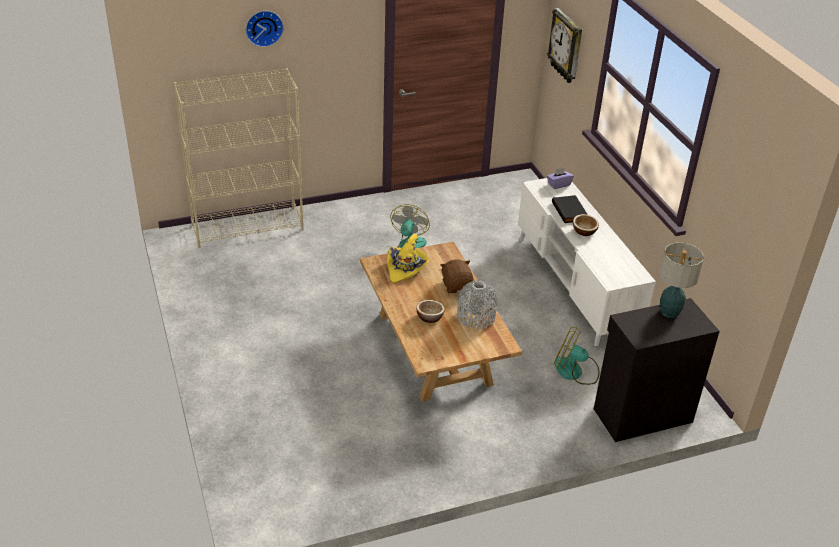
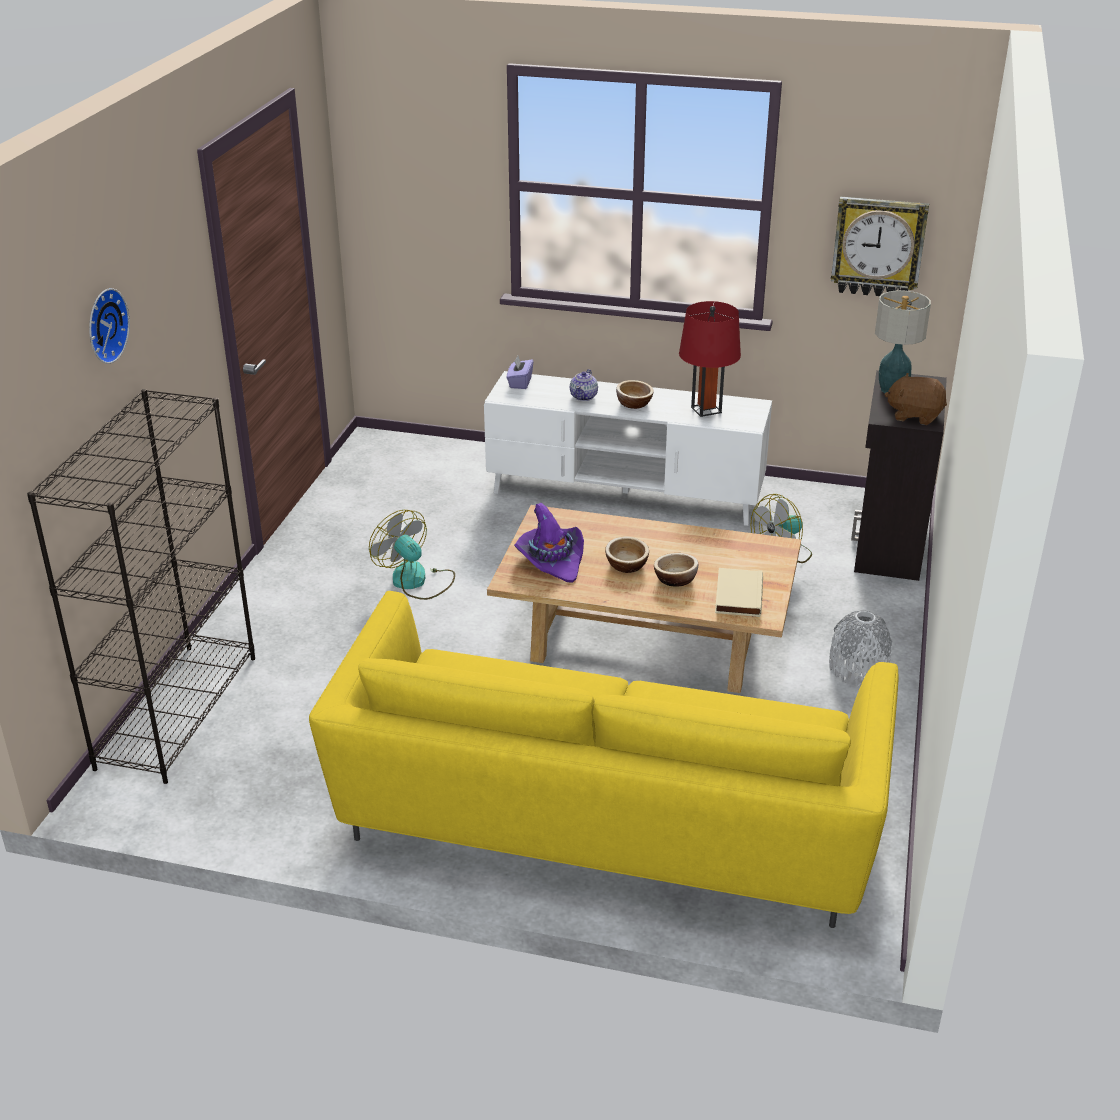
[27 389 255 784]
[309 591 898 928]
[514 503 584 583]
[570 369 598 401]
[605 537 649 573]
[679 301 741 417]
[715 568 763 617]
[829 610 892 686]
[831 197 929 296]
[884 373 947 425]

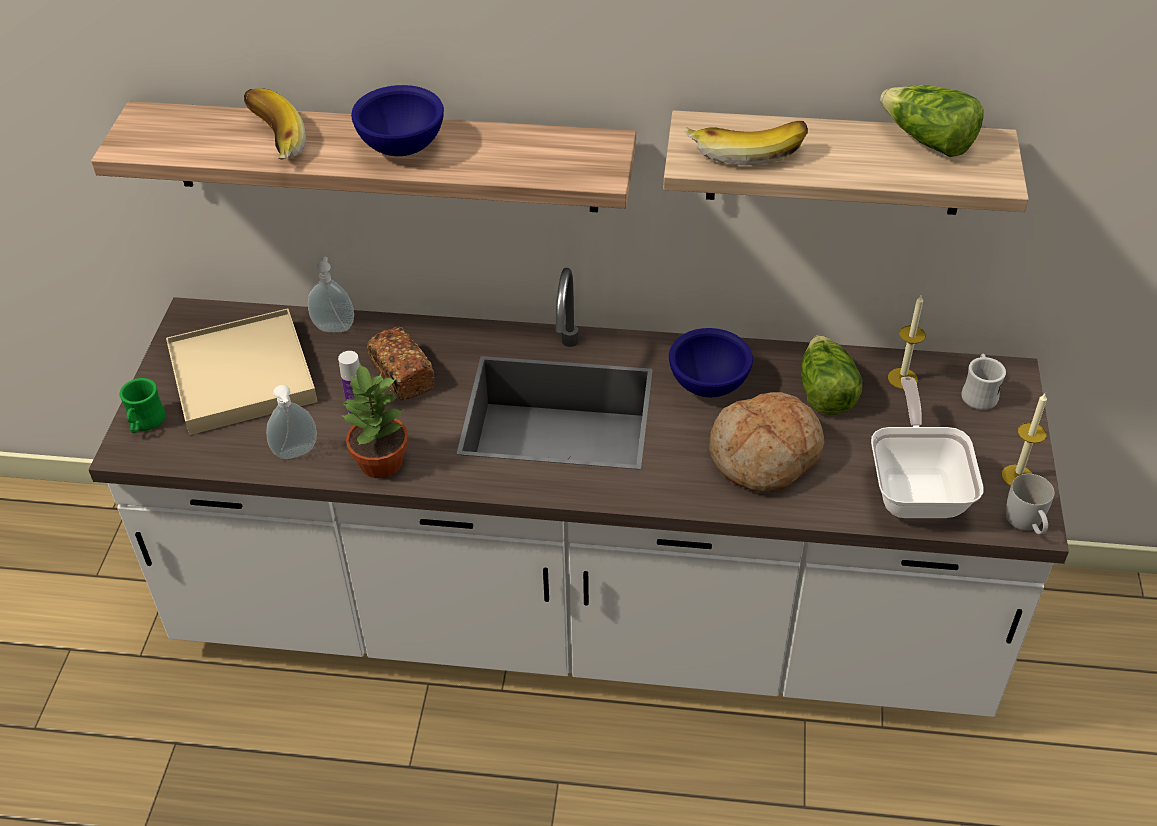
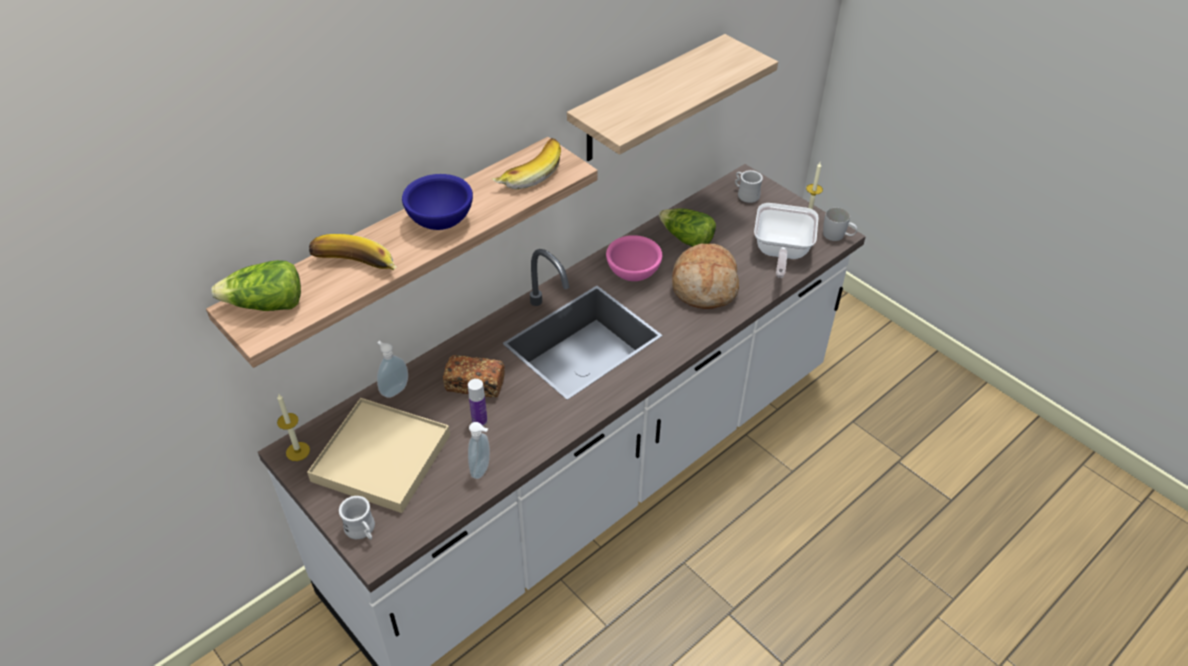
[211 260 301 311]
[277 393 310 461]
[339 496 375 540]
[492 138 561 189]
[606 235 662 281]
[754 203 819 278]
[341 364 409 478] (first image)

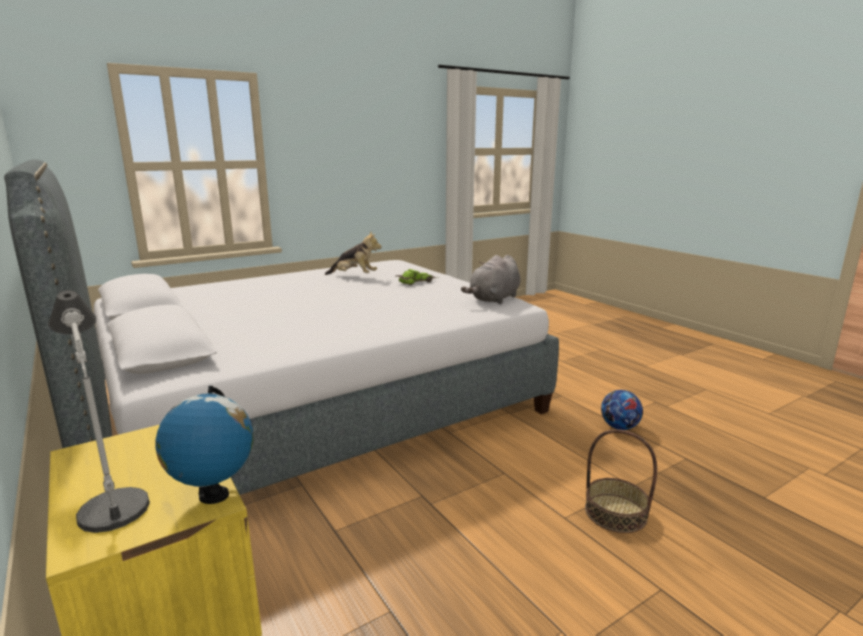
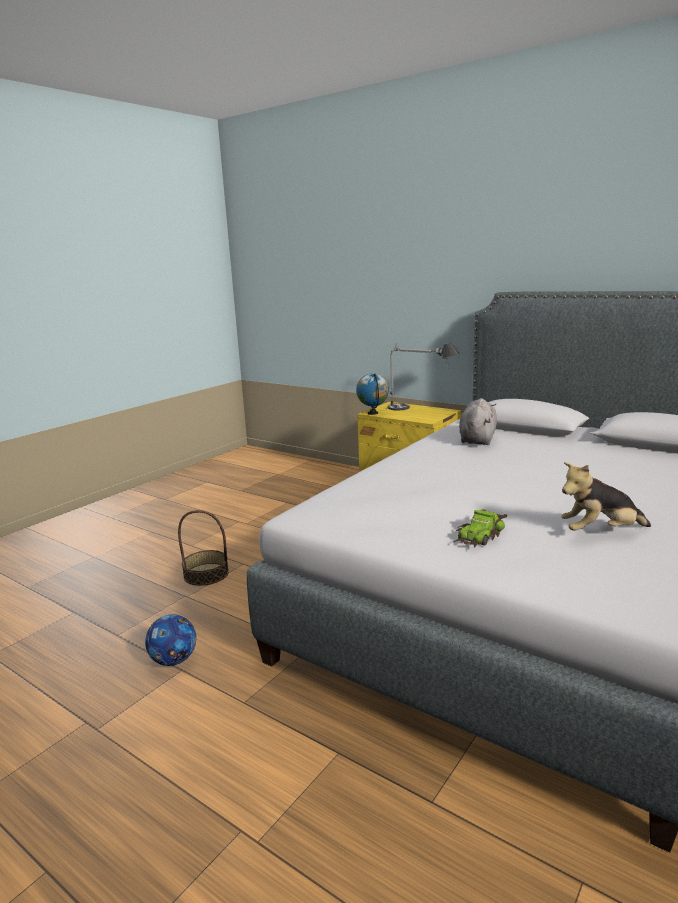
[459 398 497 445]

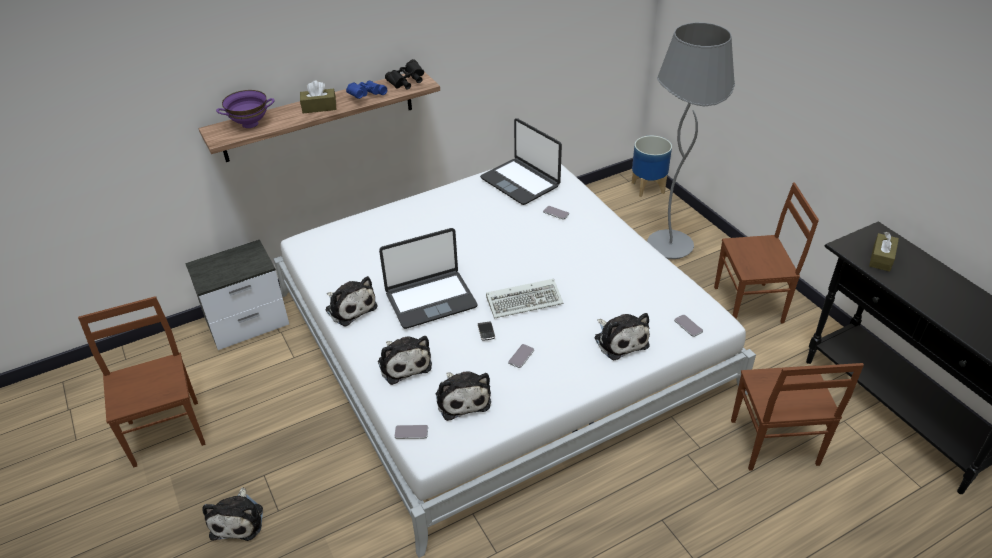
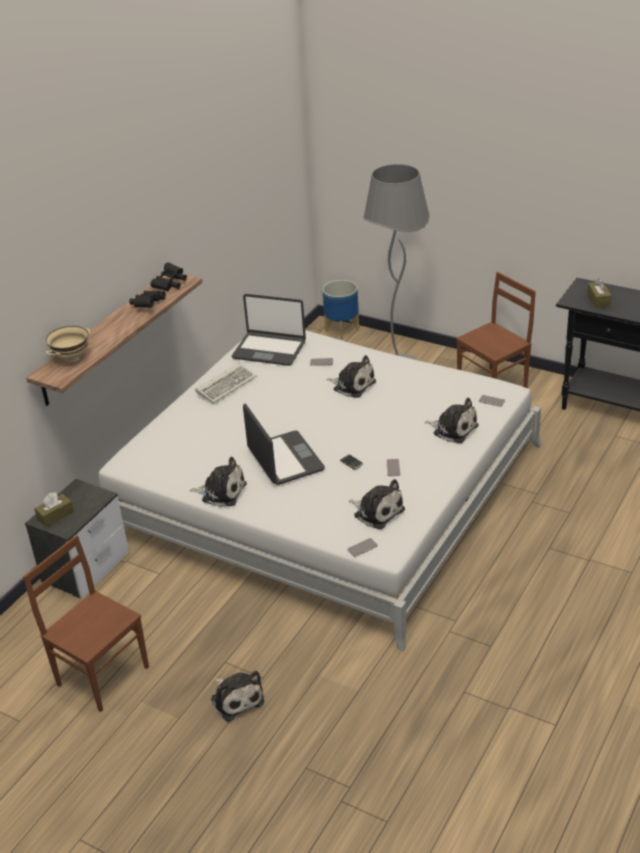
[34 492 74 527]
[46 326 90 363]
[129 291 166 308]
[195 362 257 403]
[243 404 325 485]
[326 355 376 398]
[731 363 864 471] (first image)

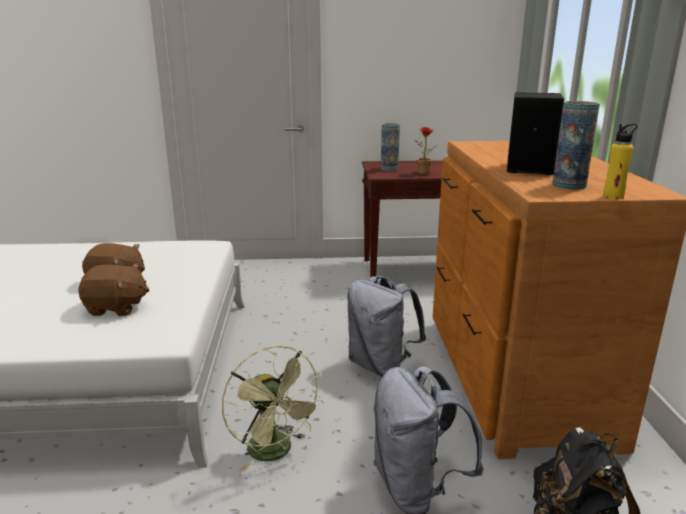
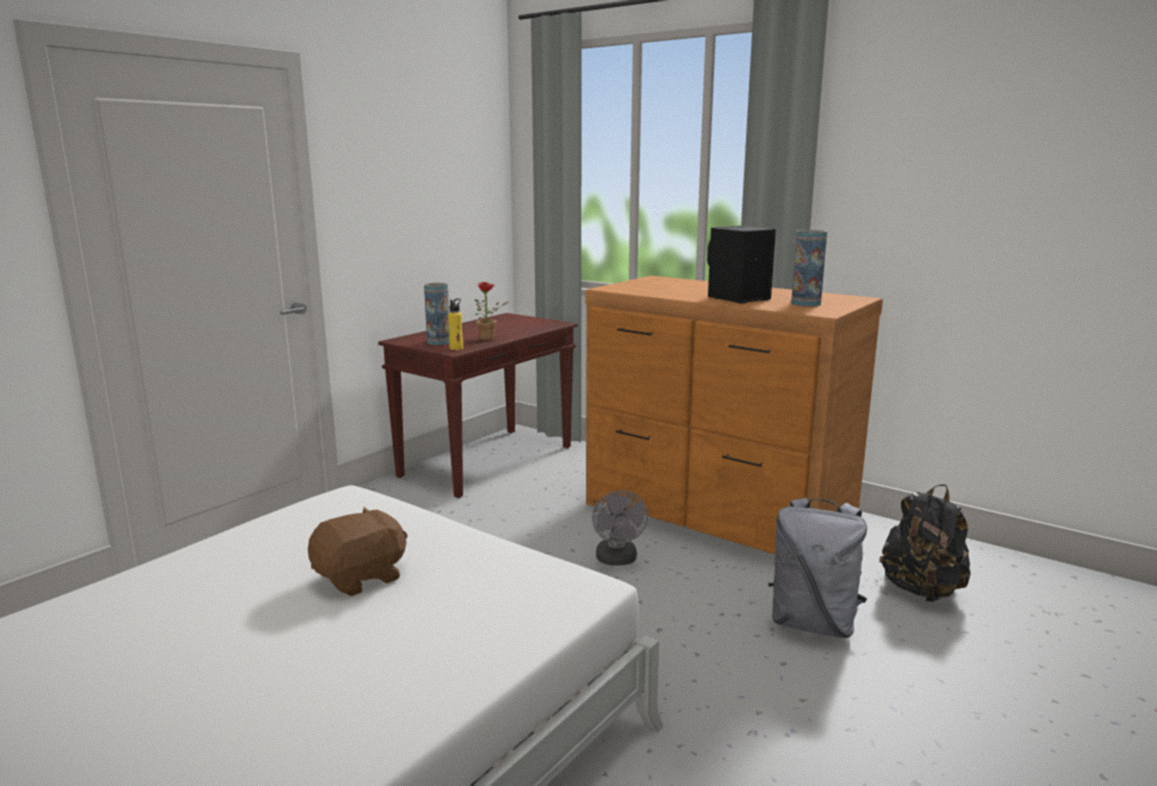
[448 298 463 350]
[592 490 648 566]
[78 264 149 316] (first image)
[222 345 325 472] (first image)

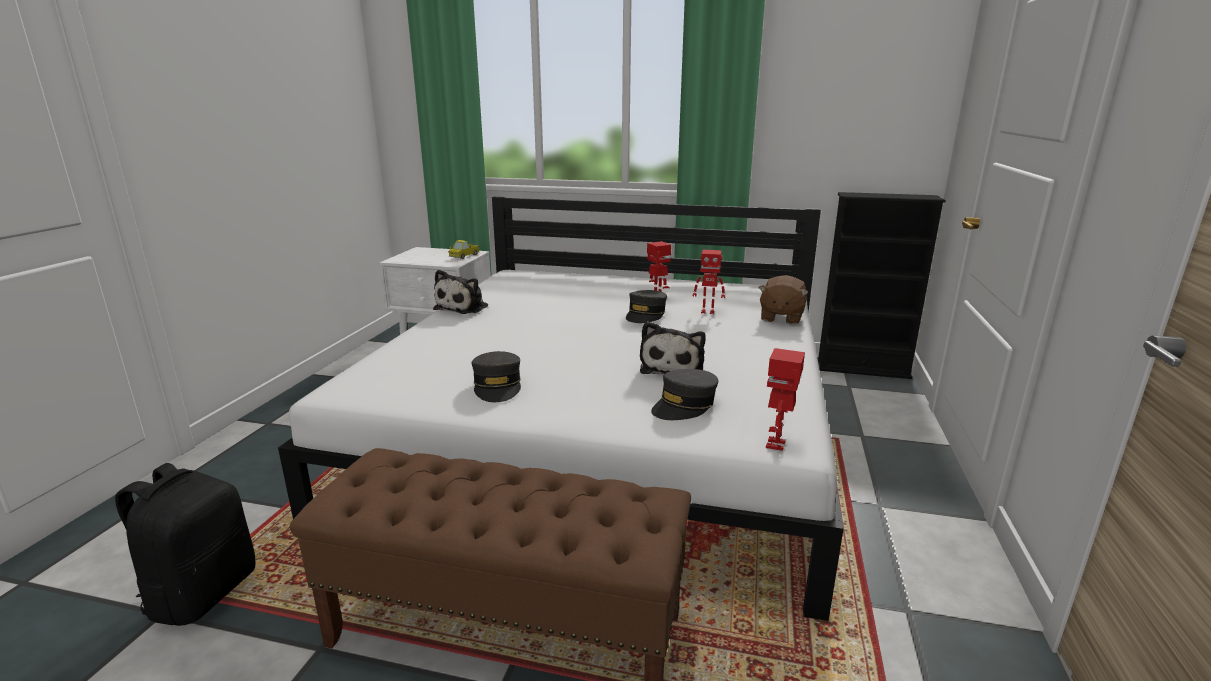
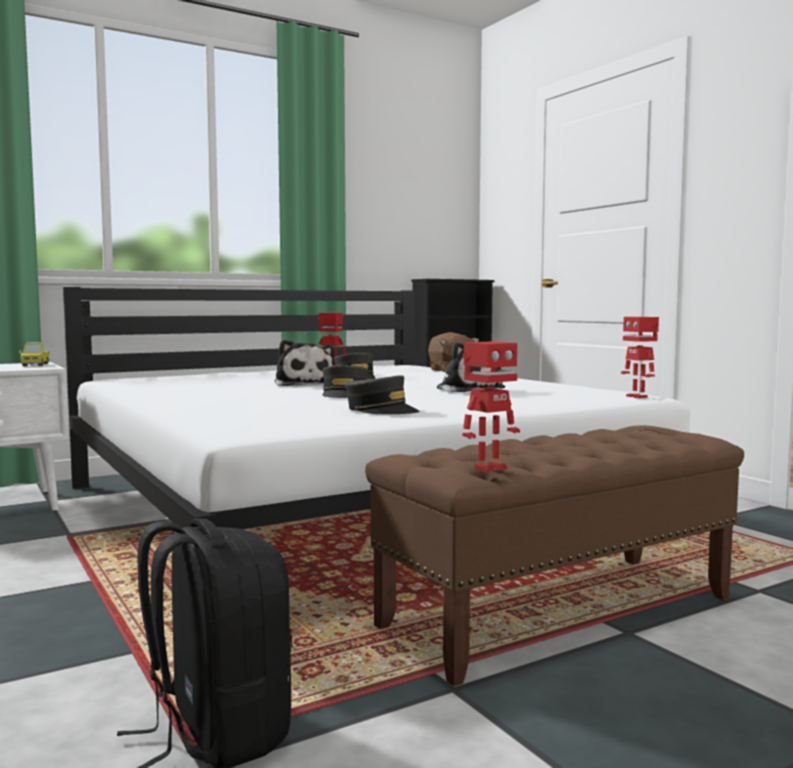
[275 340 335 386]
[322 365 369 398]
[463 341 520 472]

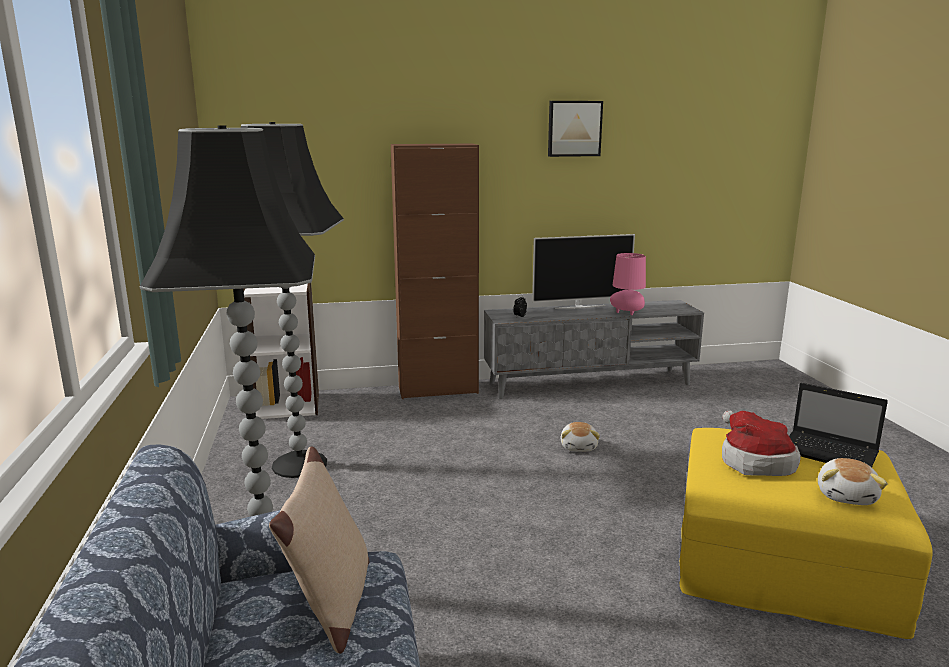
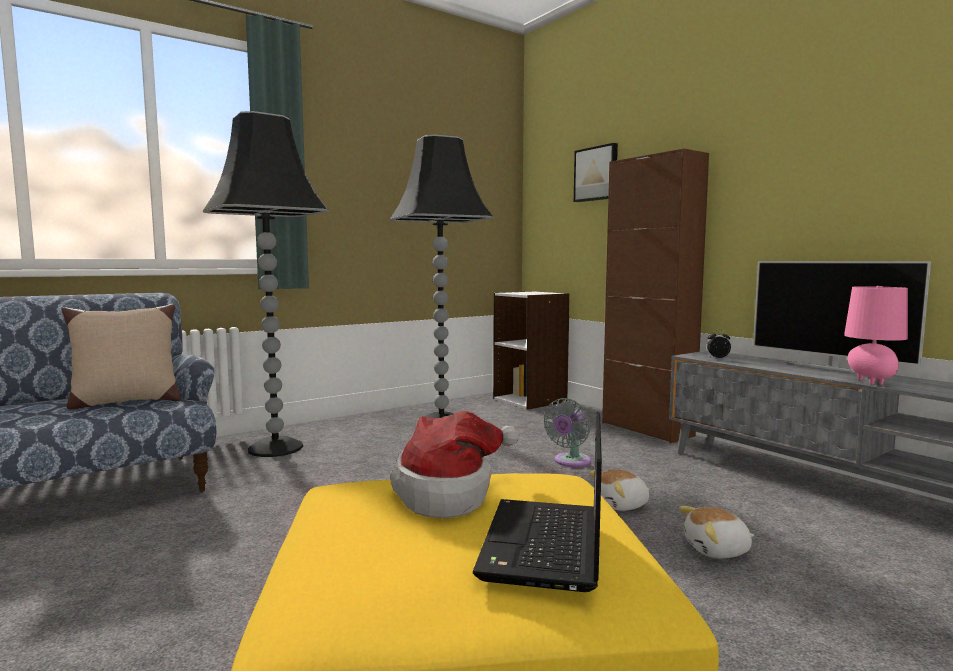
[543 398 591 467]
[574 143 618 202]
[679 506 754 558]

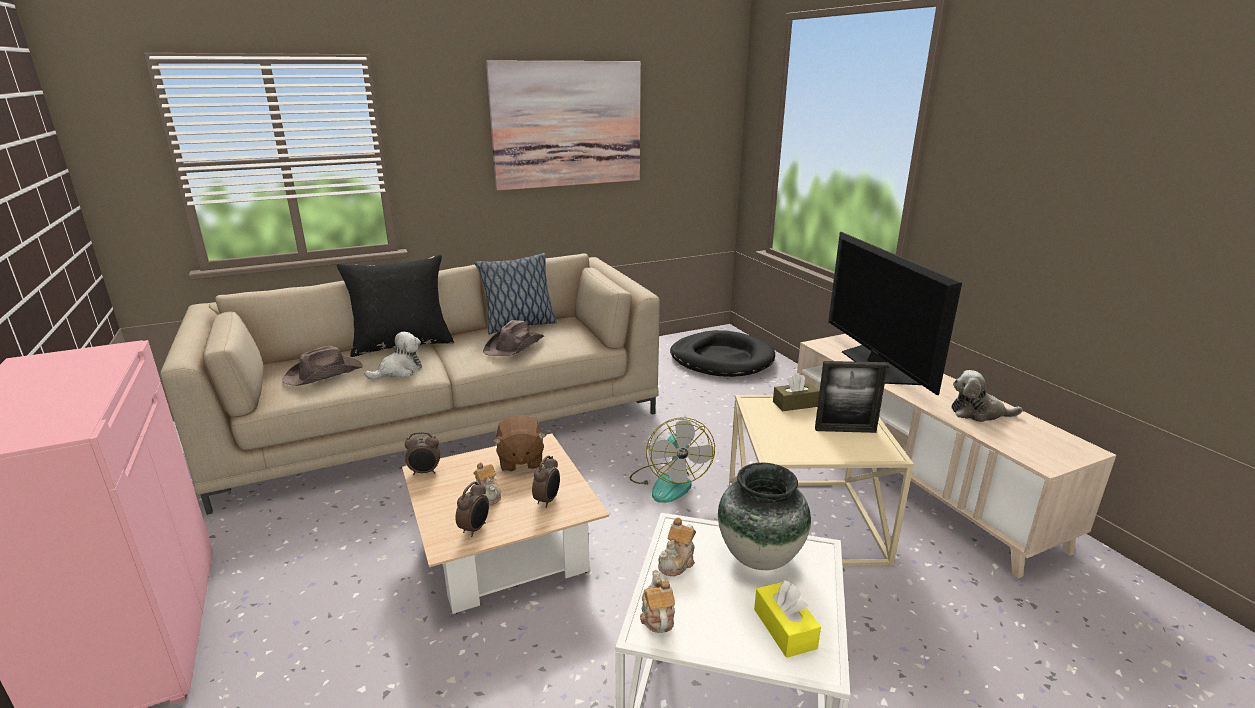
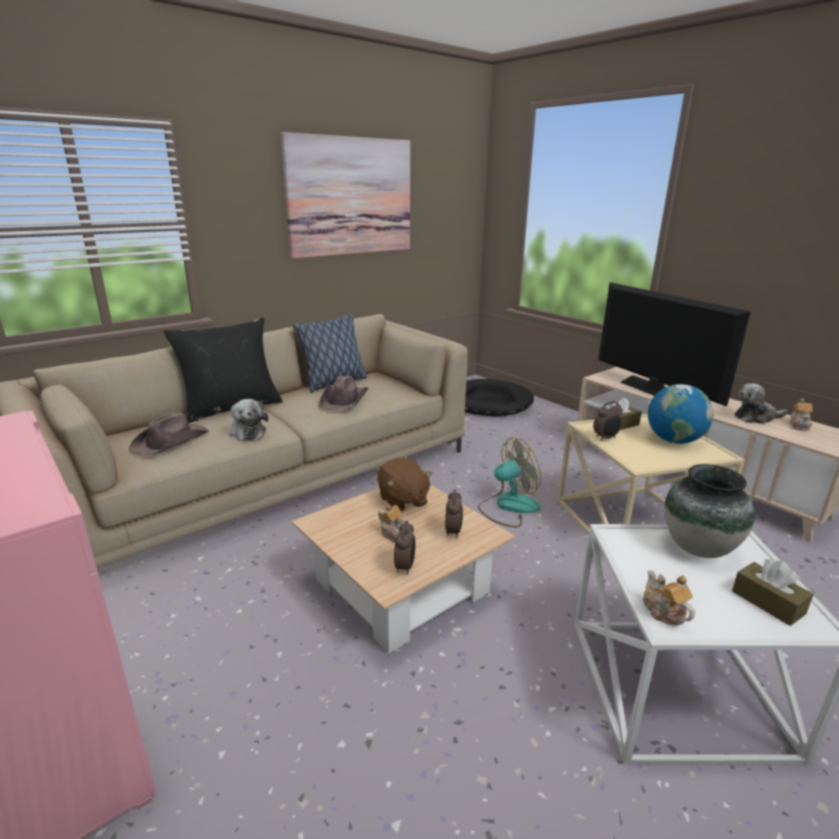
[229 399 268 441]
[478 438 541 527]
[593 402 623 441]
[648 384 714 444]
[732 559 814 626]
[789 398 813 431]

